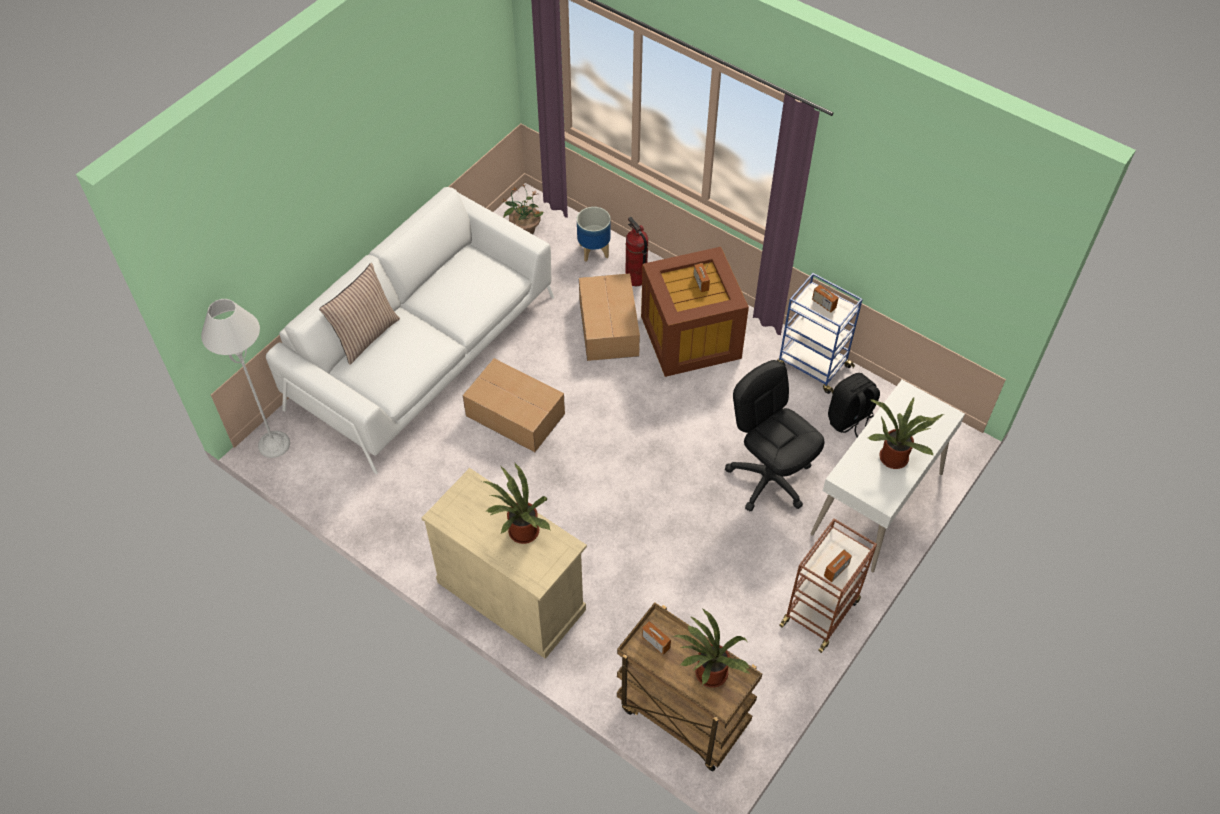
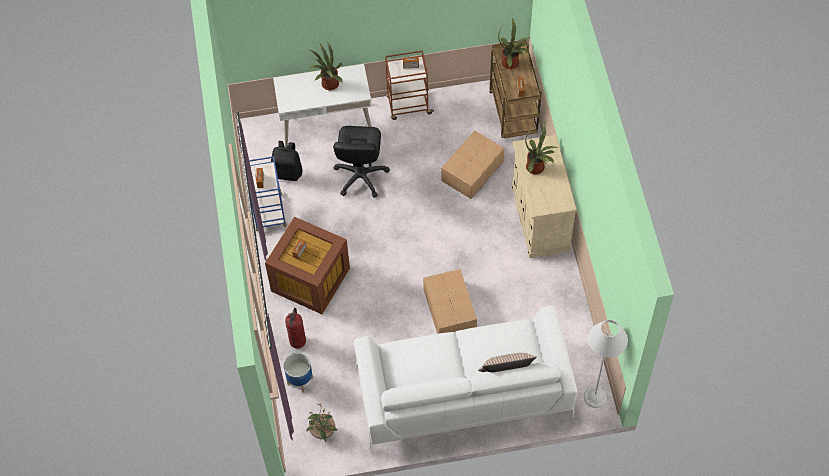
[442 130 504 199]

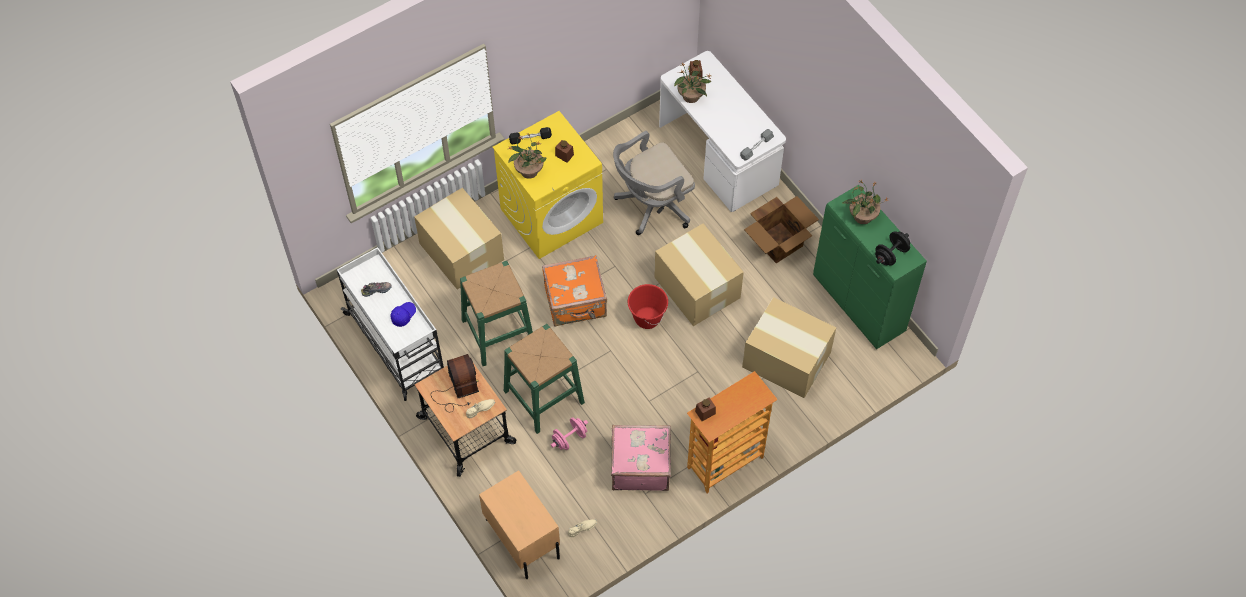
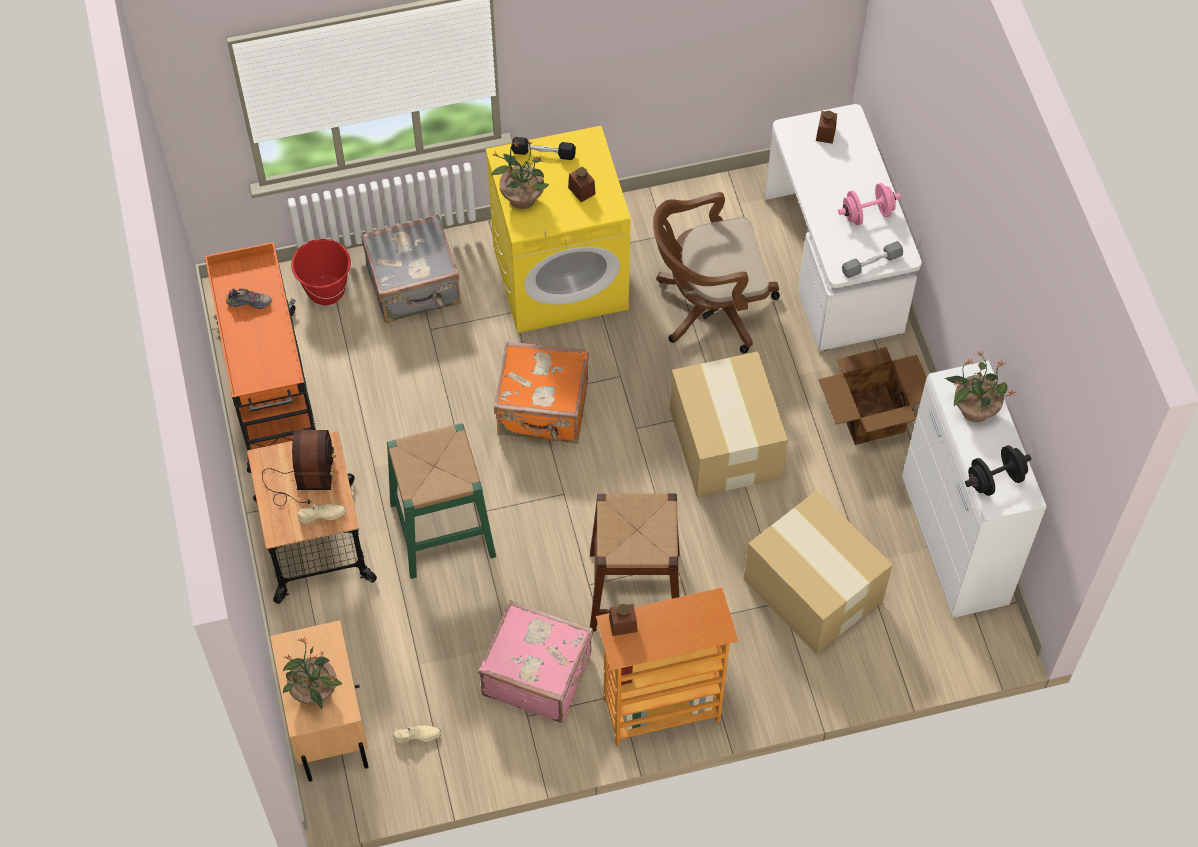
[205 242 316 473]
[283 637 343 709]
[291 239 351 305]
[361 215 461 323]
[590 493 680 631]
[653 192 780 353]
[838 183 900 225]
[902 361 1047 618]
[391 302 416 327] (first image)
[460 261 533 366] (first image)

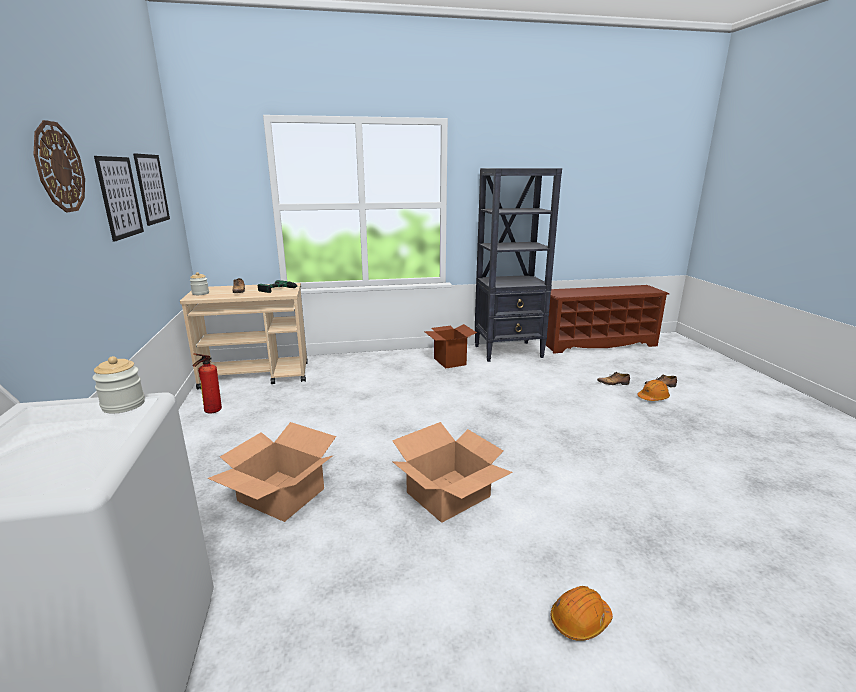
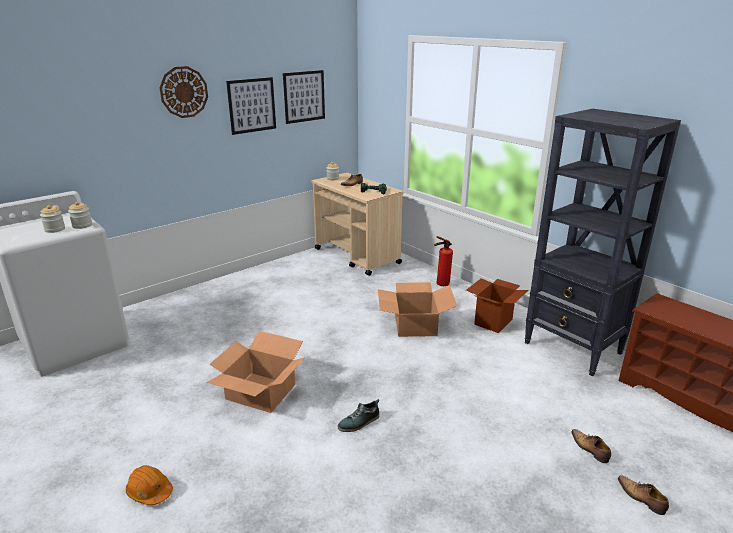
[40 205 65 233]
[337 399 379 432]
[378 282 457 337]
[434 236 453 286]
[637 380 670 401] (first image)

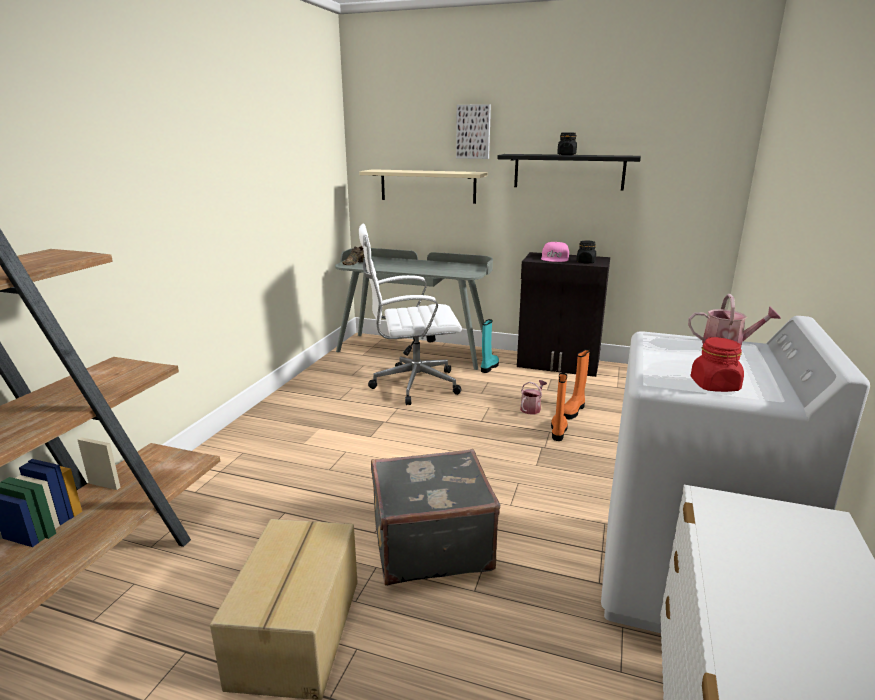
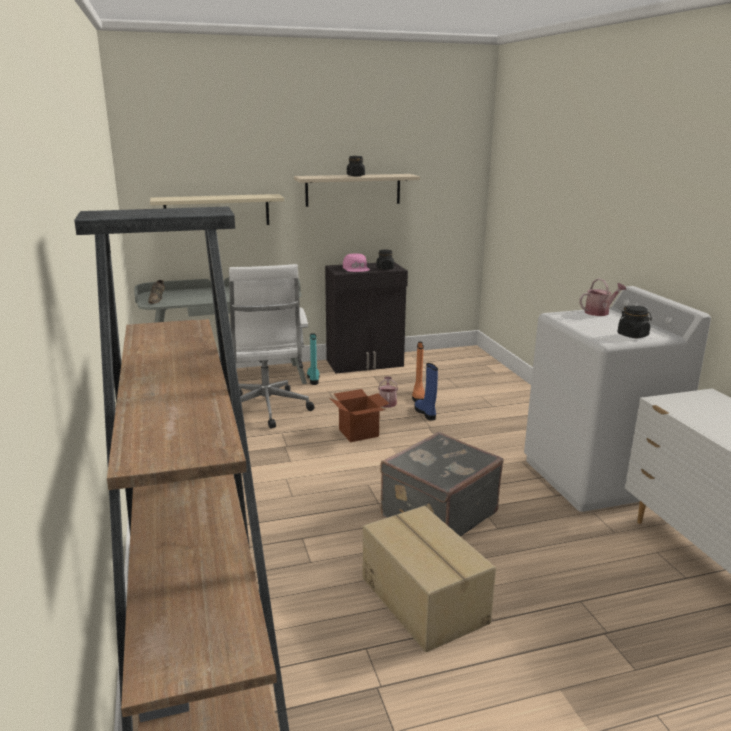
[229 264 315 429]
[294 174 420 207]
[330 389 390 442]
[415 363 438 420]
[618 306 652 339]
[456 104 491 159] (first image)

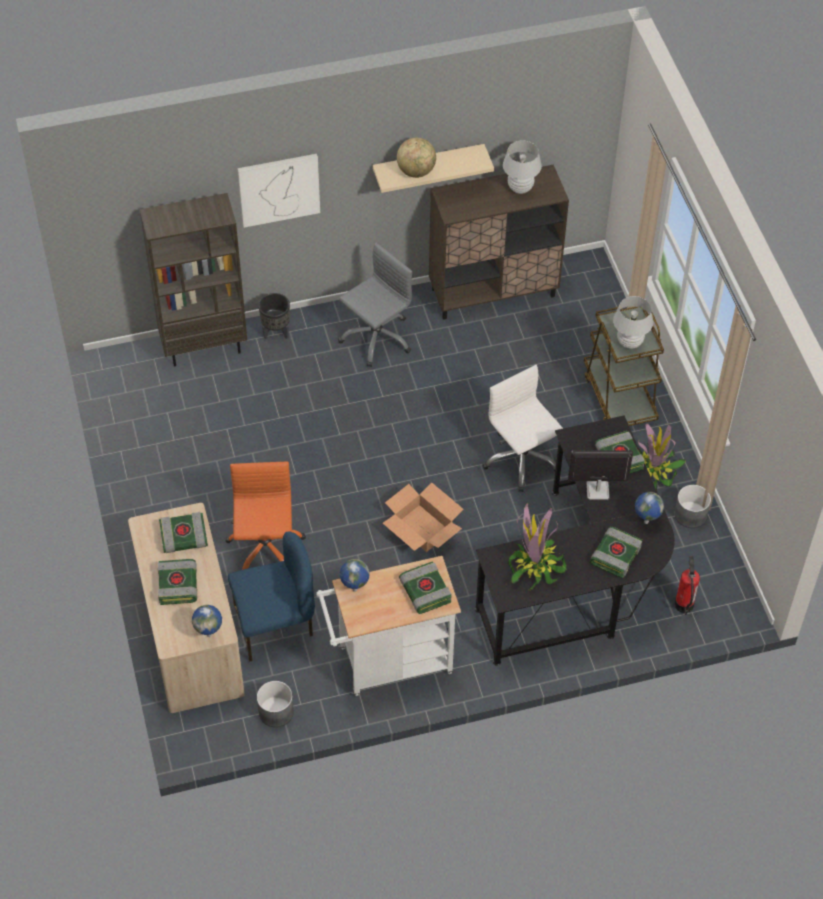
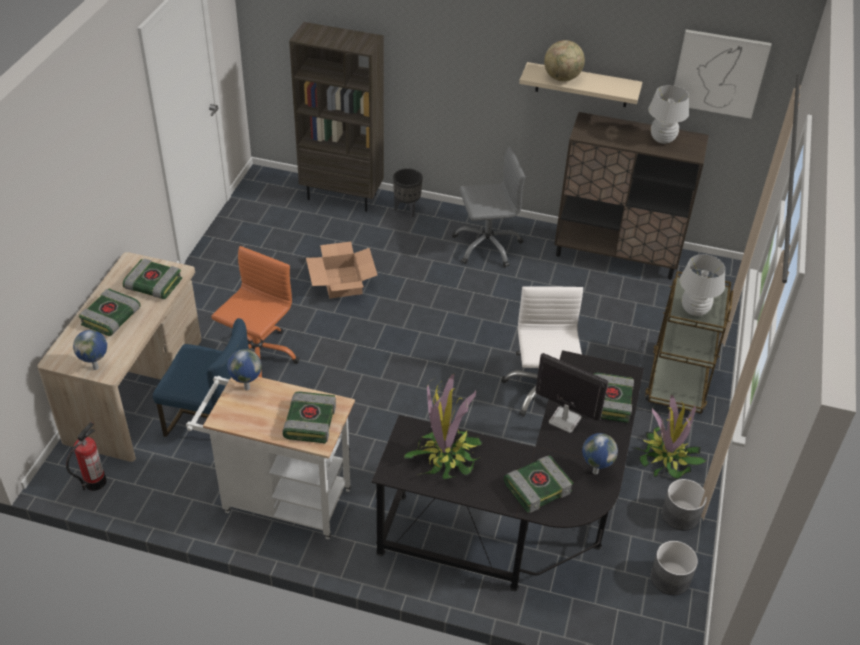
[66 422 107 491]
[306 242 377 299]
[651 541 698 595]
[674 29 772 119]

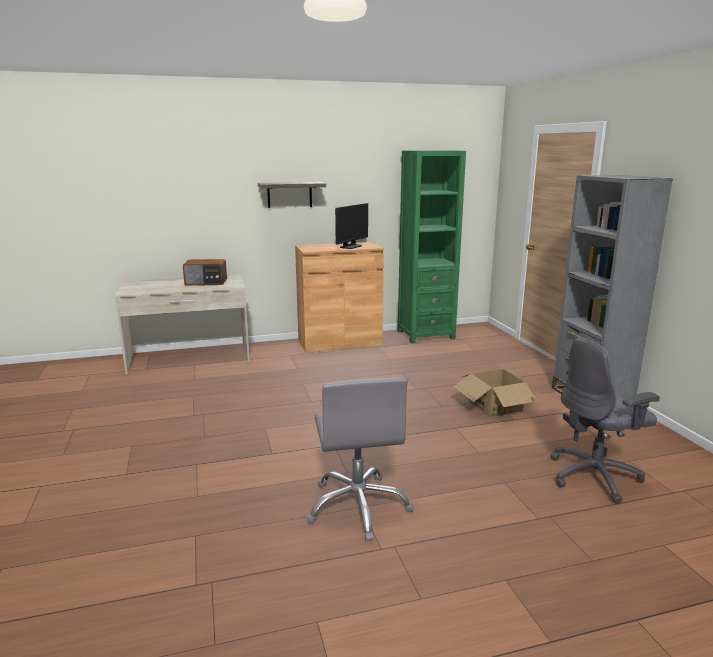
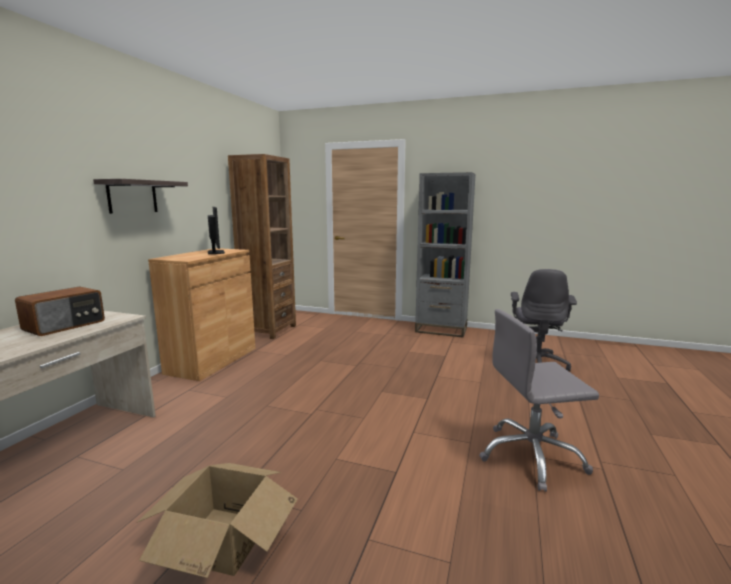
[138 463 298 578]
[228 154 296 339]
[479 309 599 492]

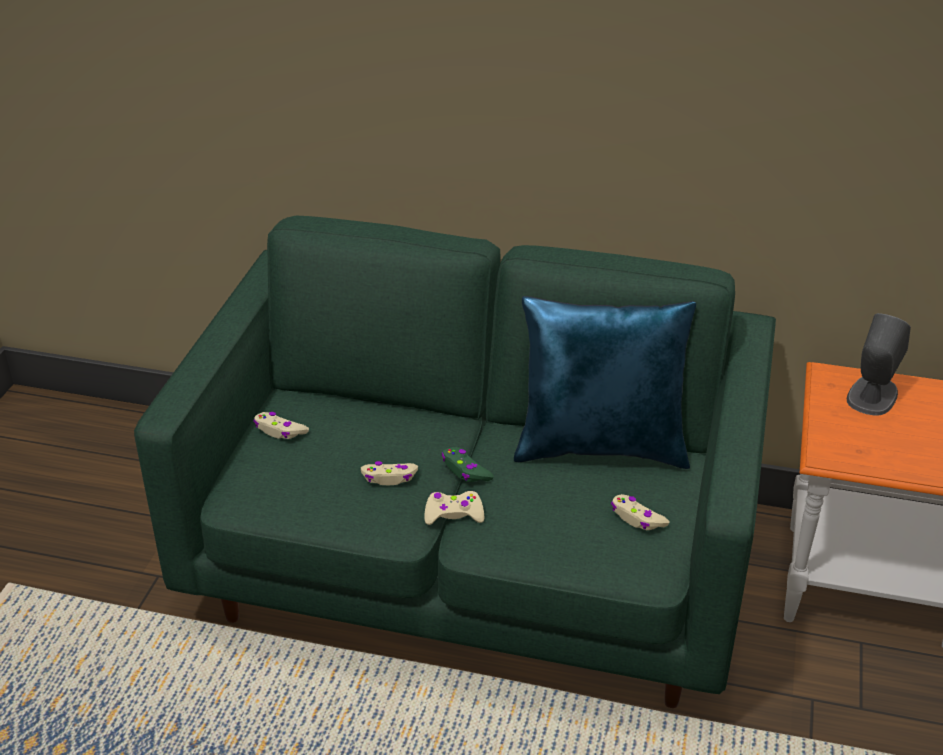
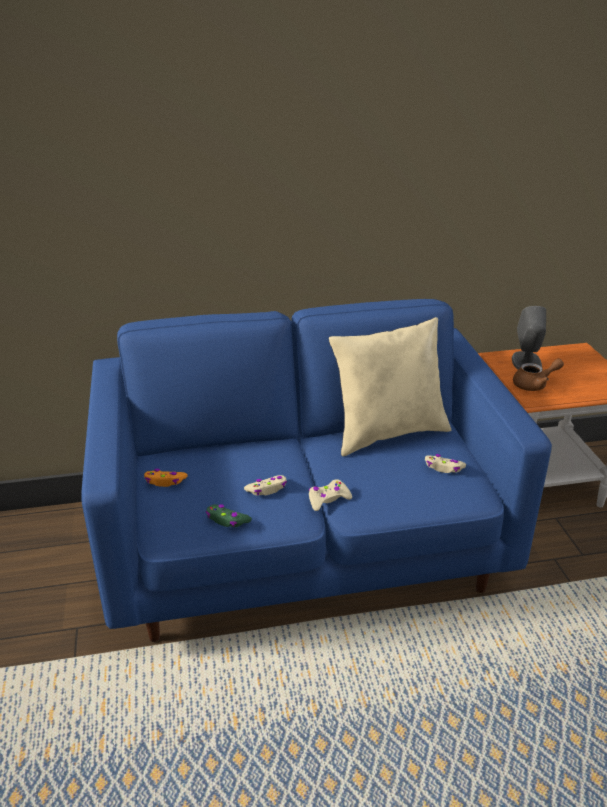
[81 299 552 642]
[144 469 188 487]
[206 504 252 527]
[329 317 451 457]
[513 359 564 391]

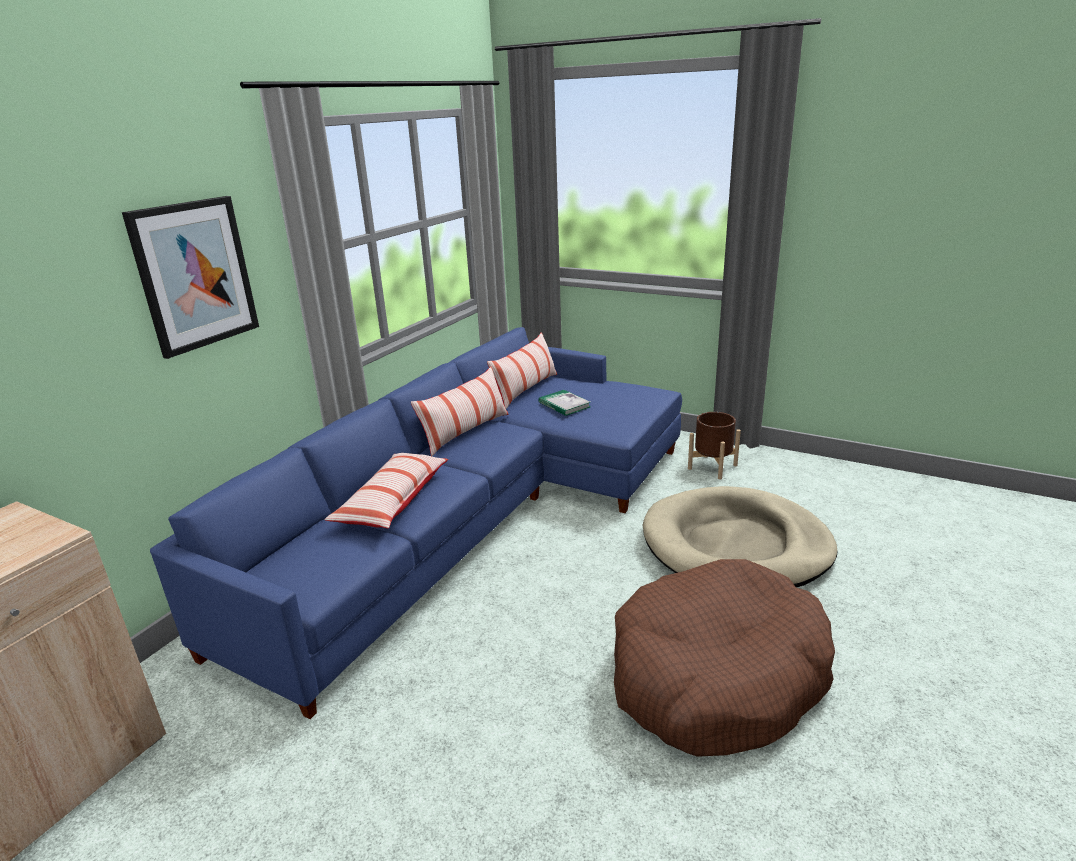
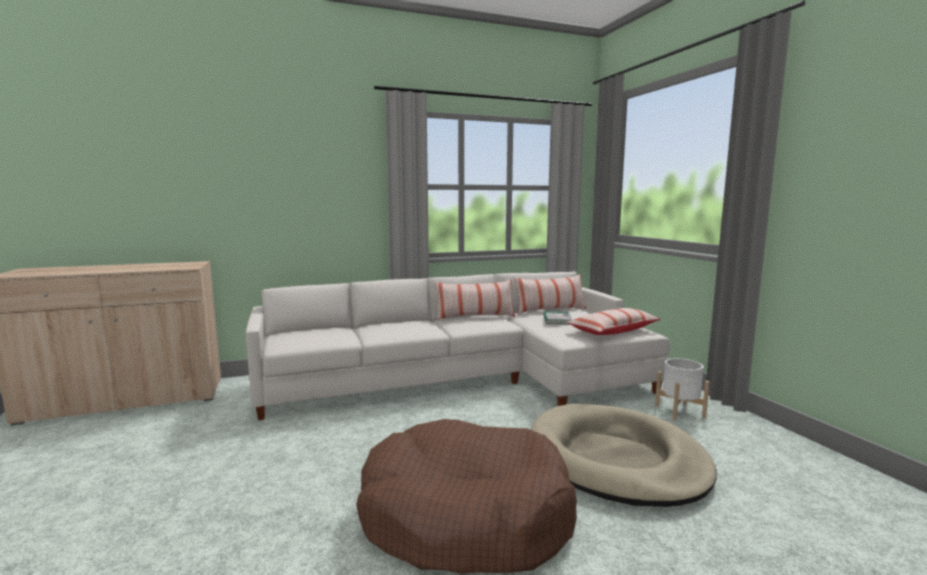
[246 271 670 420]
[566 308 661 335]
[655 358 710 420]
[122 196 259 359] (first image)

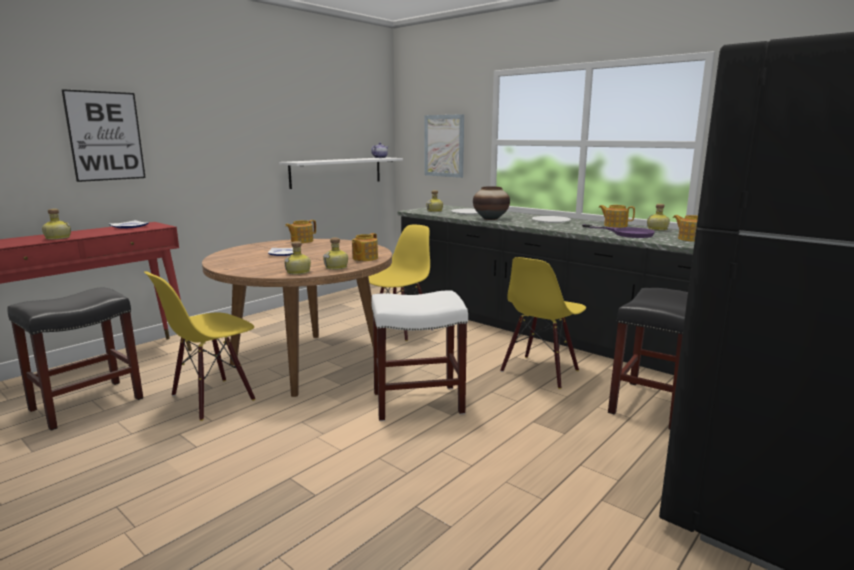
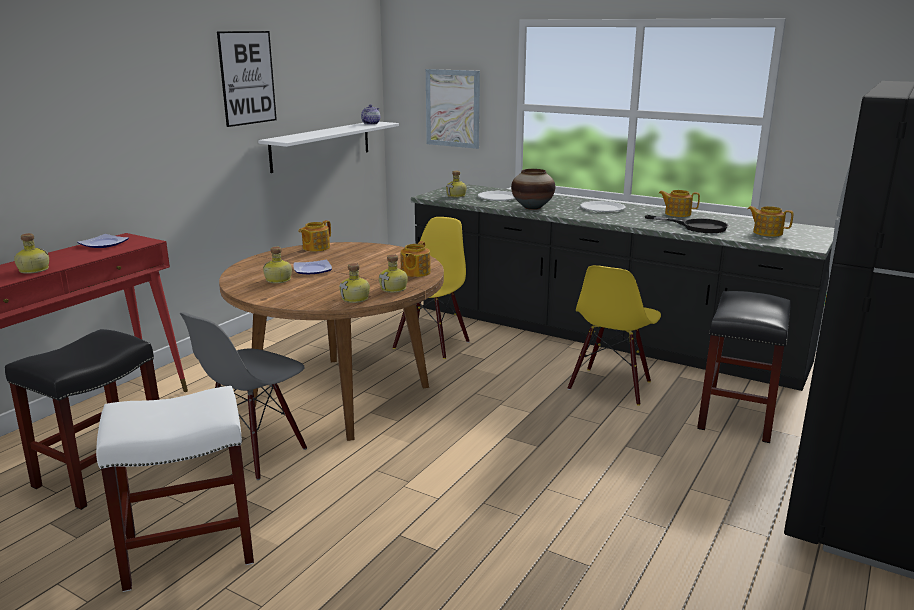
[96 386 254 592]
[180 312 307 480]
[217 31 277 127]
[263 247 292 283]
[645 215 728 233]

